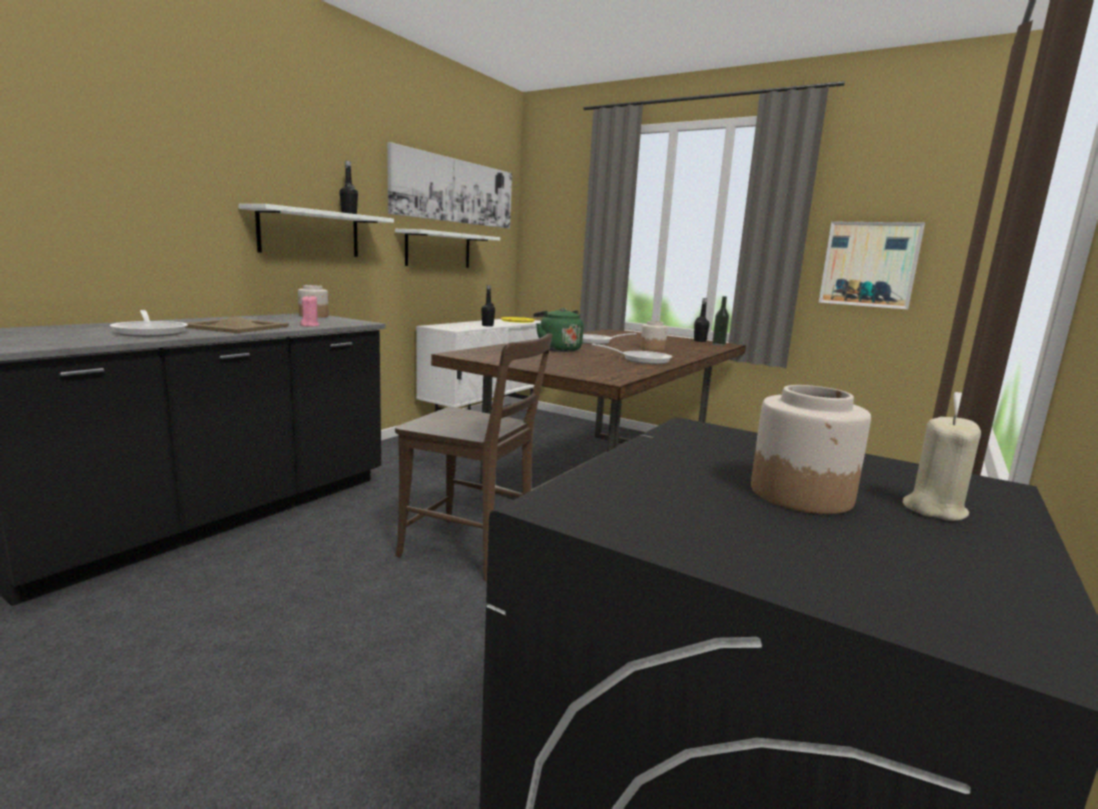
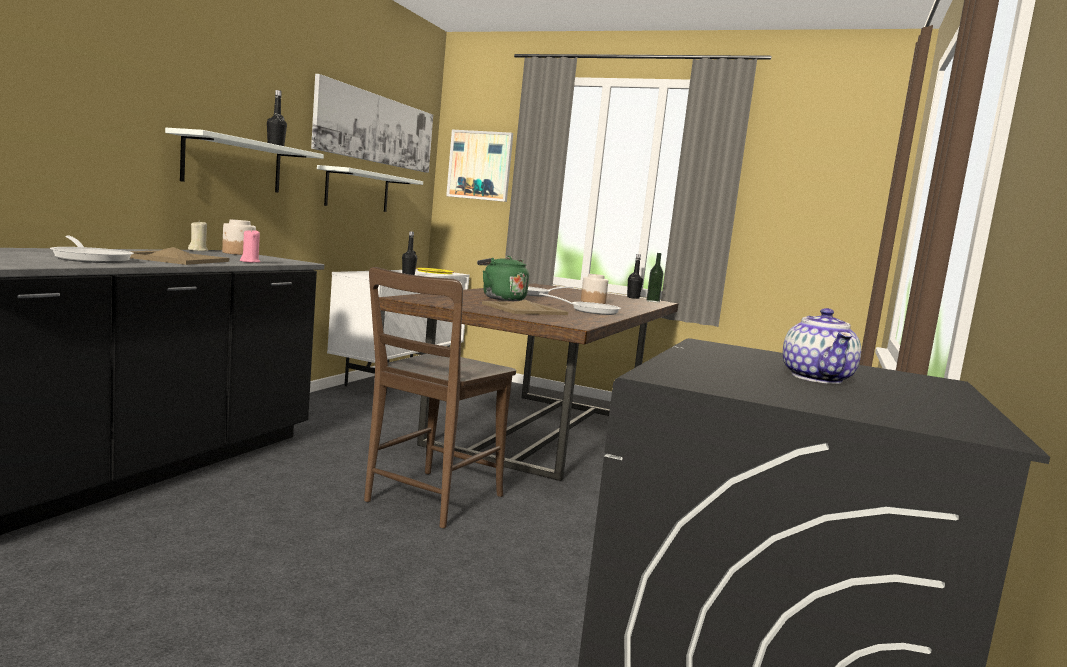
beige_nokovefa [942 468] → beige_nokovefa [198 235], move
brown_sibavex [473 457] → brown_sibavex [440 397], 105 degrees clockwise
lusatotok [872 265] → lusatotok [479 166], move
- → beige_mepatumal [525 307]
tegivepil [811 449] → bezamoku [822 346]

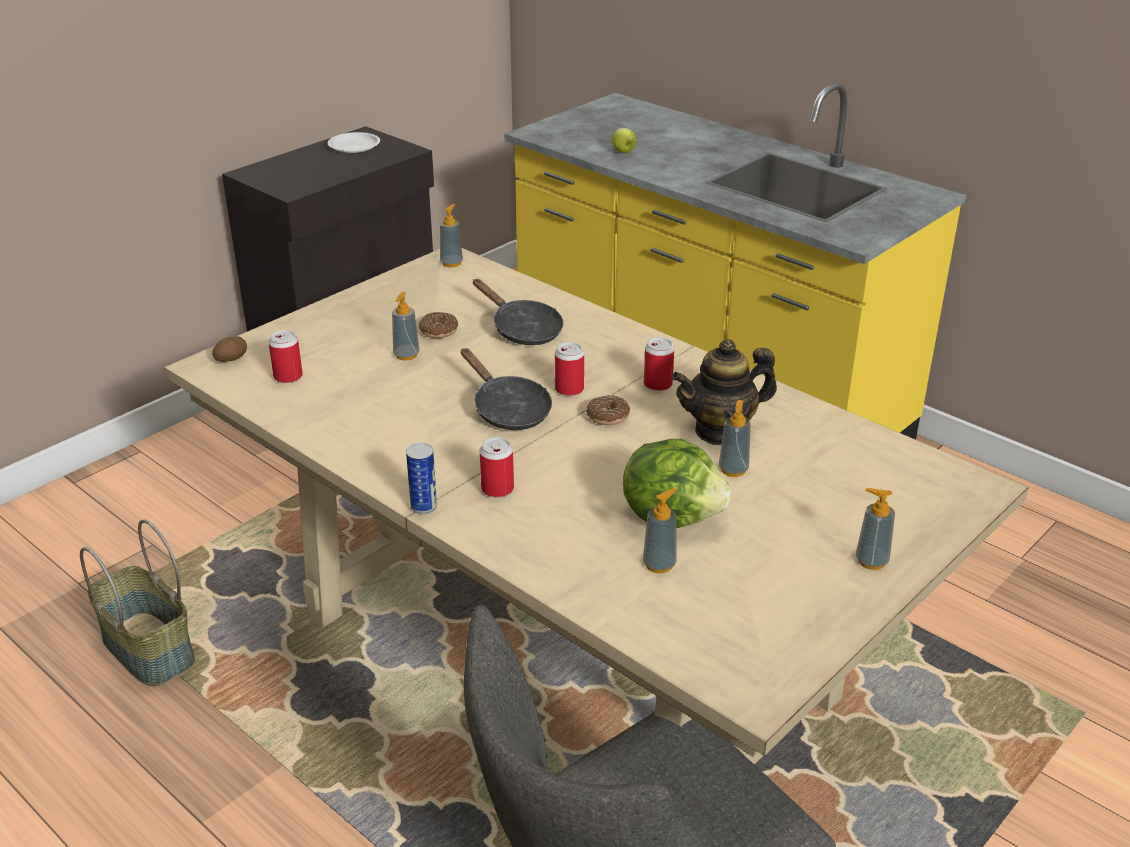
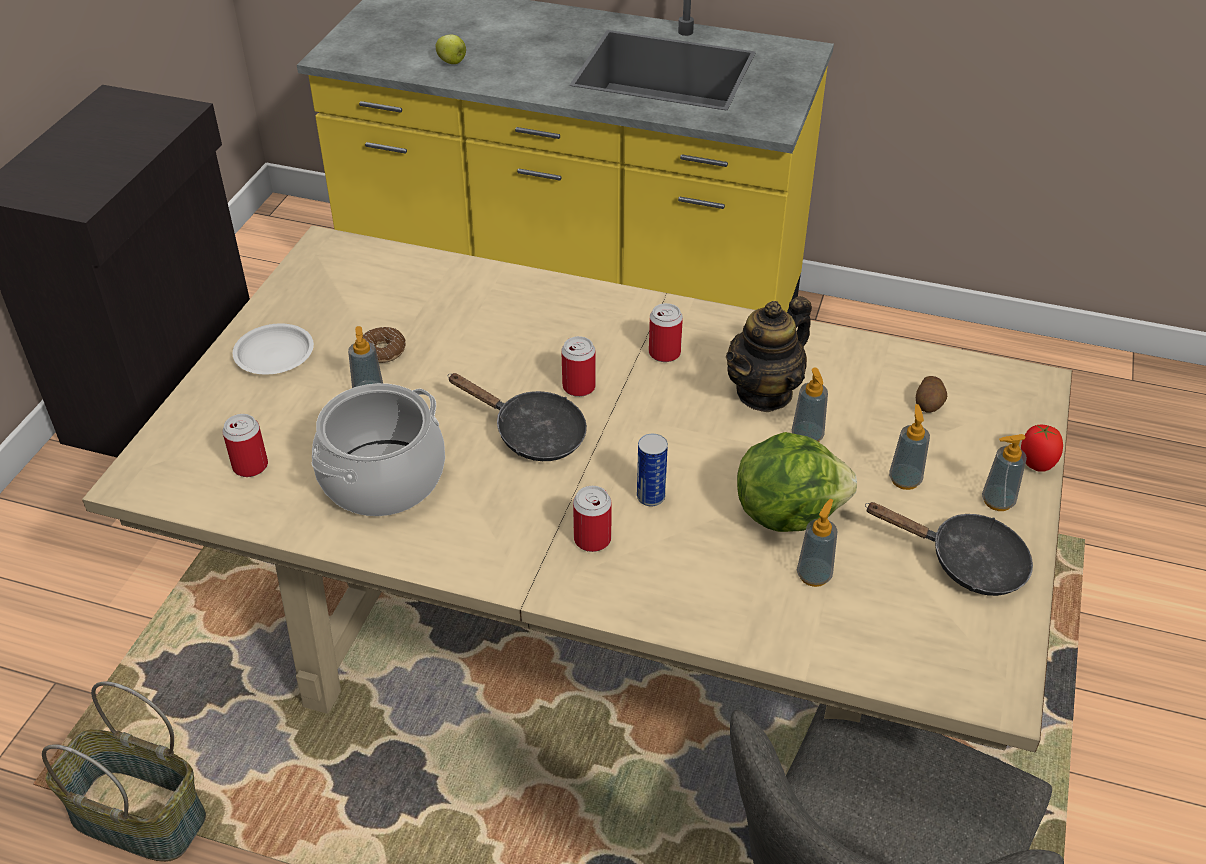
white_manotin [354 142] → white_manotin [273 348], move
- → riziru [378 449]
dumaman [421 478] → dumaman [652 470], move
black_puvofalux [518 312] → black_puvofalux [949 549], move
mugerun [451 235] → mugerun [909 447], move
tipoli [229 349] → tipoli [931 394], move
- → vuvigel [1042 448]
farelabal [608 410] → -

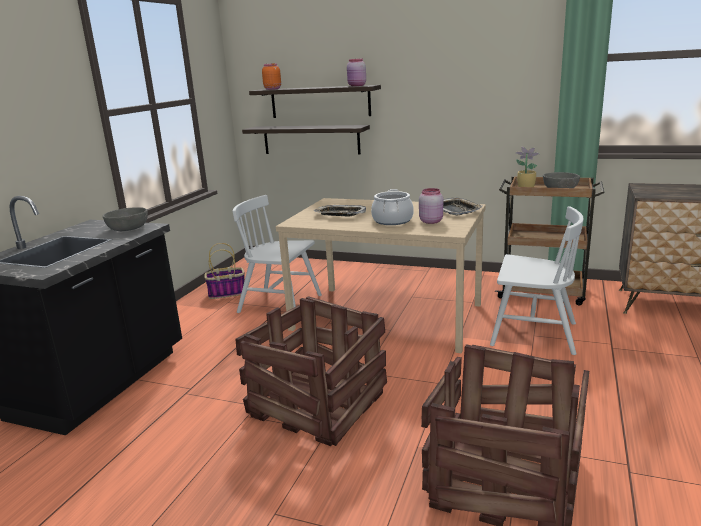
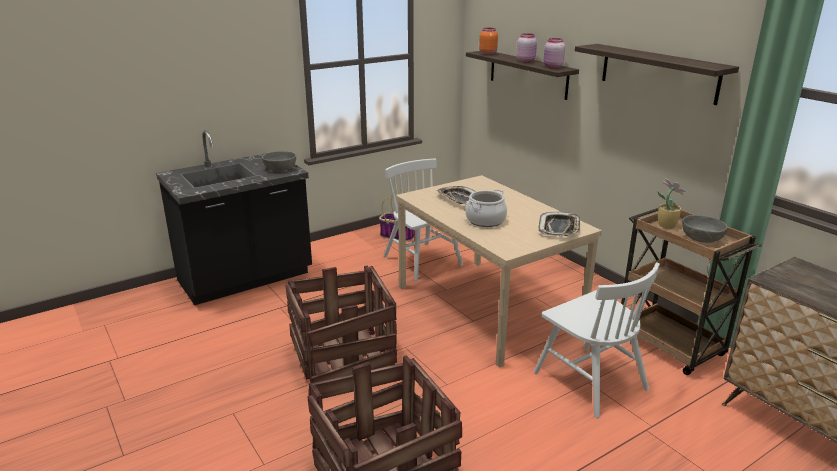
pink_tegivepil [431 206] → pink_tegivepil [526 47], move
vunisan [306 140] → vunisan [657 74], move

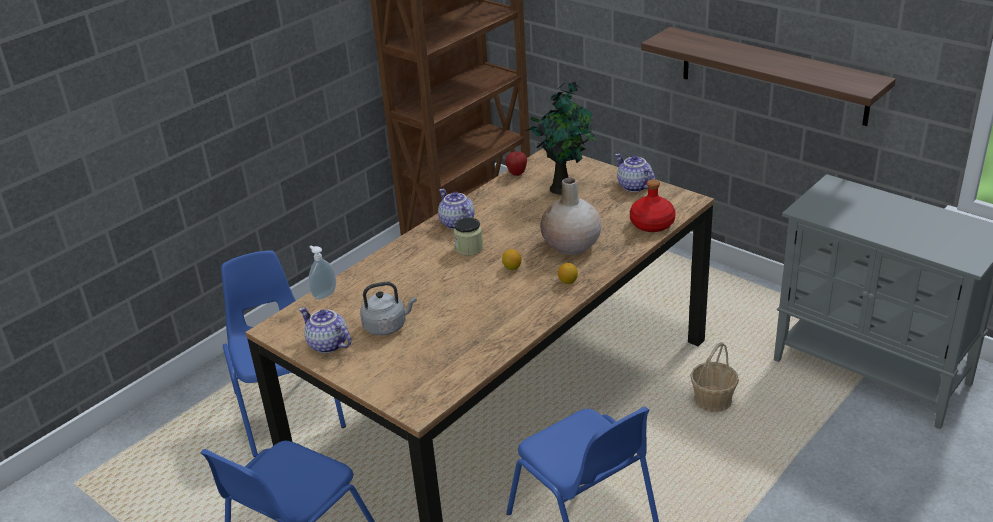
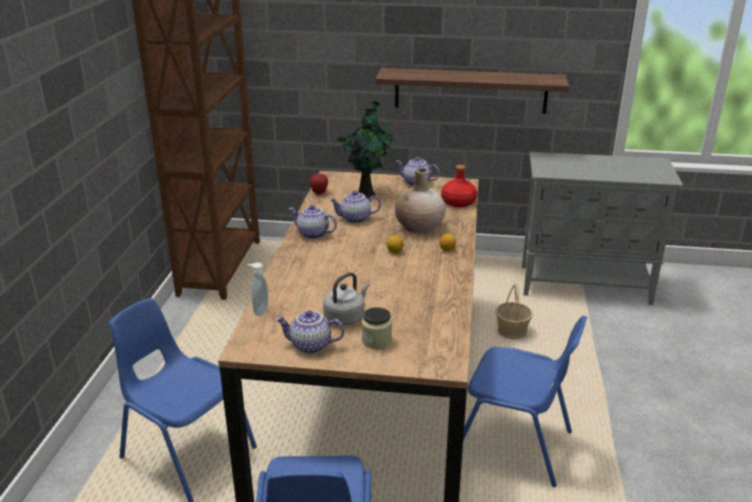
- → bezamoku [355 207]
tegivepil [468 236] → tegivepil [377 328], move

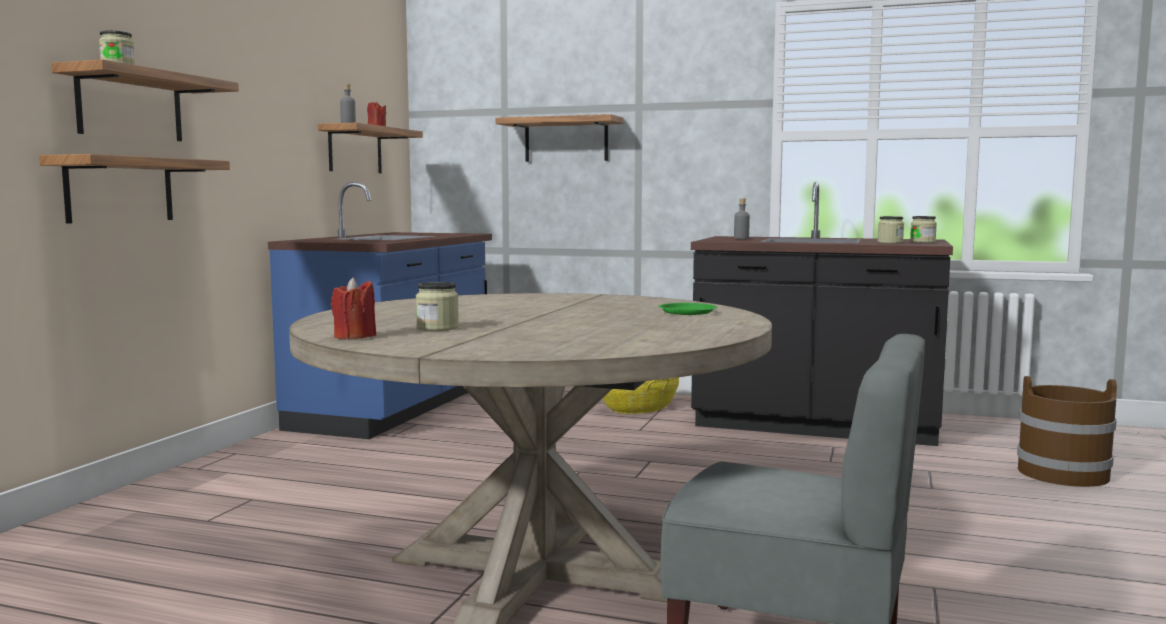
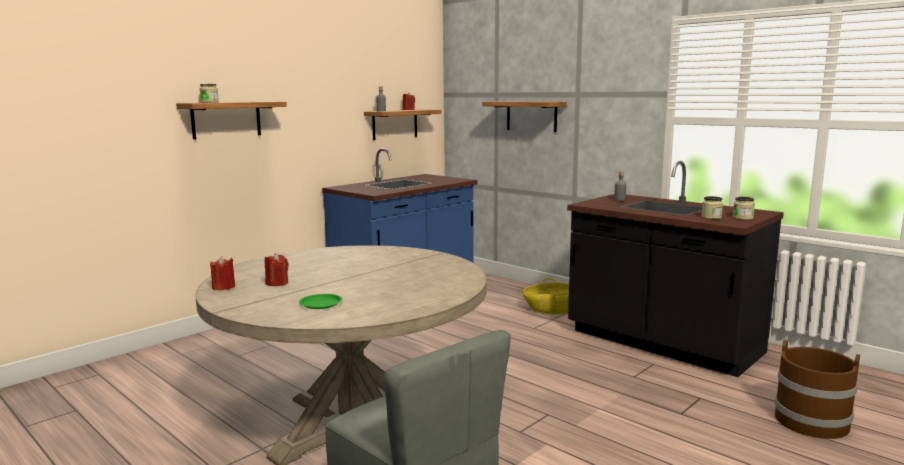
tegivepil [437 306] → red_nokovefa [277 269]
green_manotin [688 309] → green_manotin [320 301], move
vunisan [134 189] → -

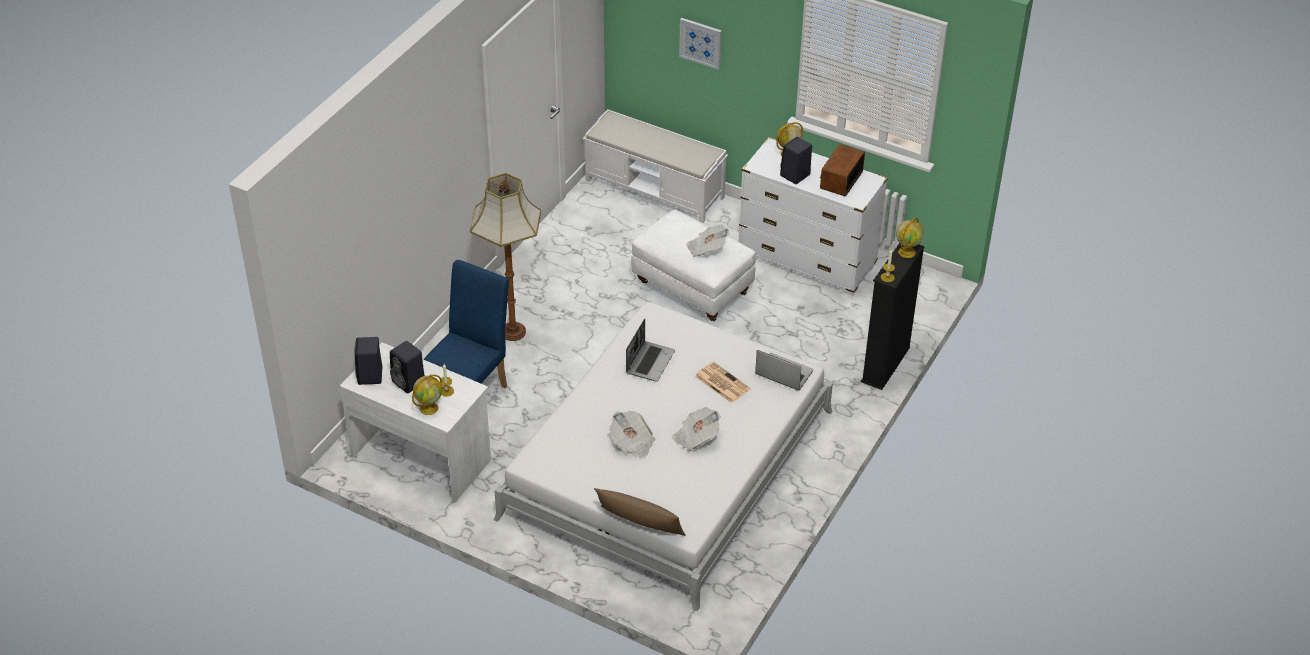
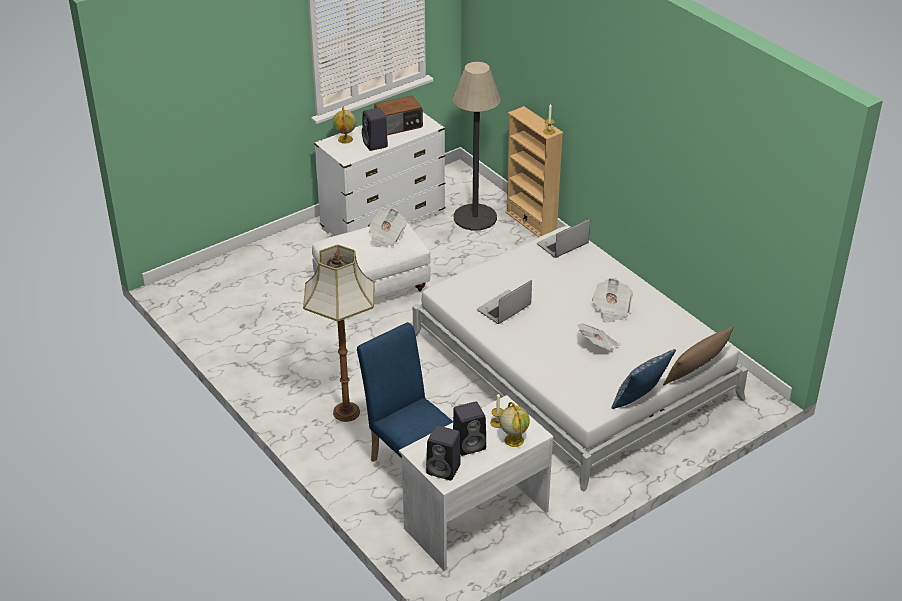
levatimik [842 170] → levatimik [398 115], 75 degrees counterclockwise
- → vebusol [477 146]
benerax [650 350] → benerax [504 302], 90 degrees counterclockwise
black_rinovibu [893 316] → beige_rinovibu [534 171]
- → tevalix [643 379]
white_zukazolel [655 166] → -
lusatotok [700 44] → -
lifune [723 382] → -
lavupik [910 238] → -

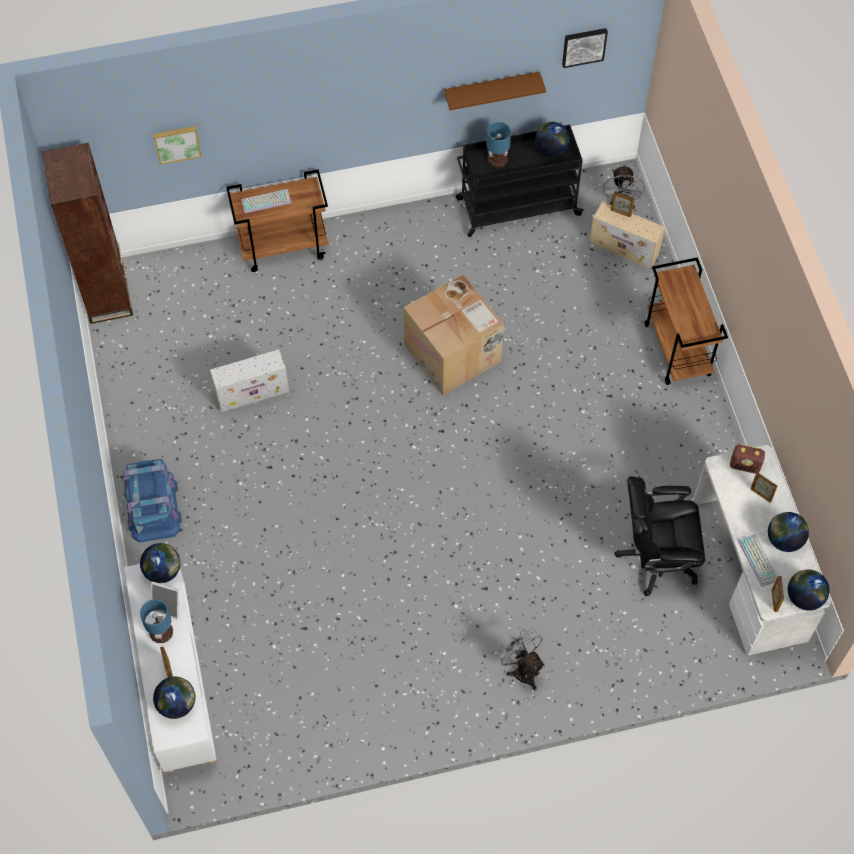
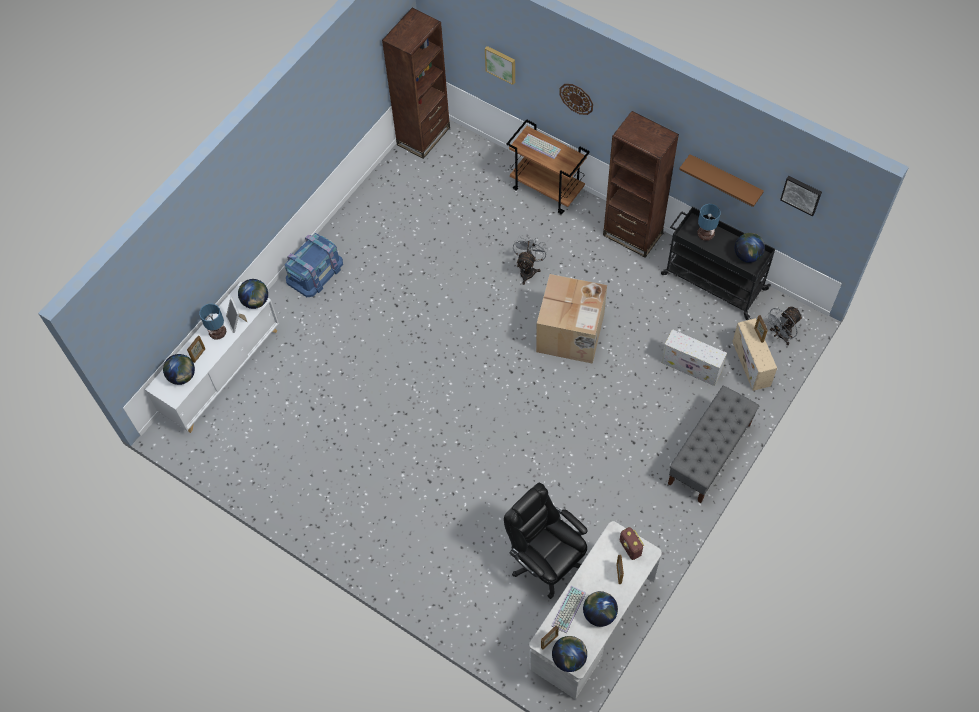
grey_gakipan [520 659] → grey_gakipan [530 260], move
- → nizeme [576 99]
- → brown_rinovibu [641 184]
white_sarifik [249 380] → white_sarifik [694 357], move
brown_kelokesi [686 321] → grey_zukazolel [713 444]

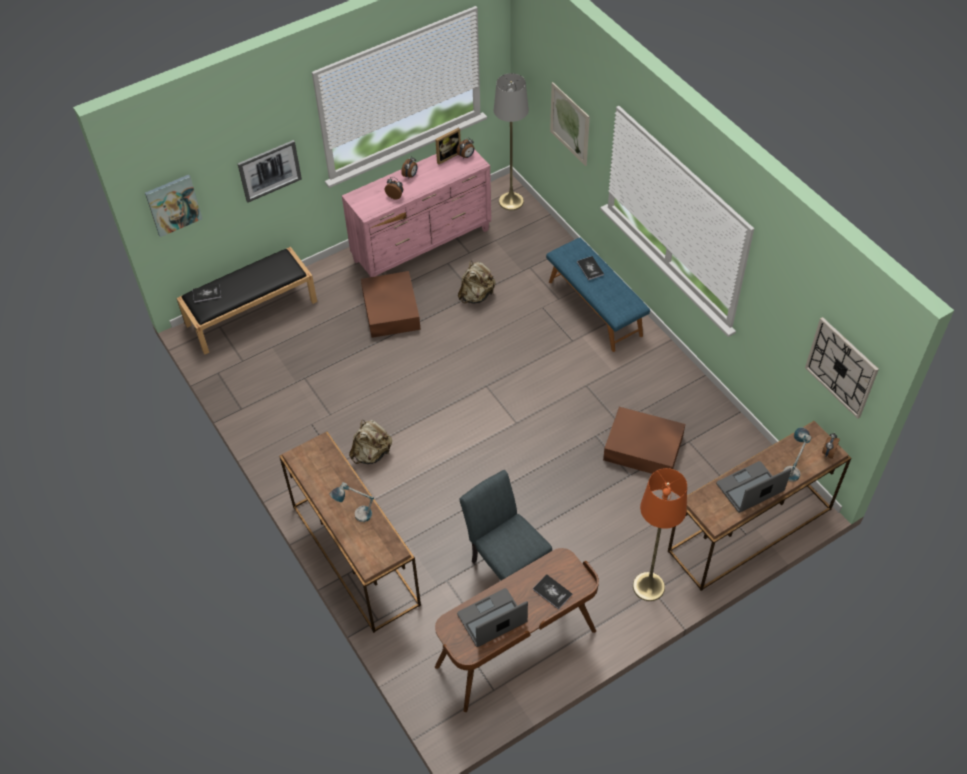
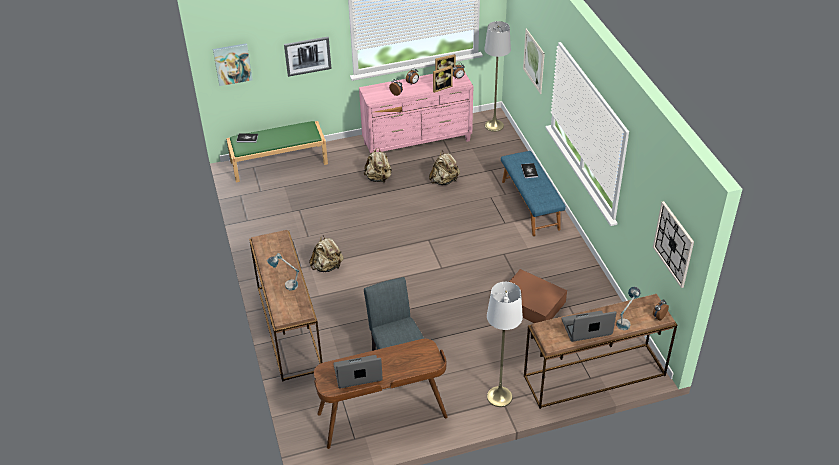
black_zukazolel [246 301] → green_zukazolel [277 151]
brown_sarifik [391 304] → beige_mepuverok [378 165]
- → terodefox [443 79]
orange_vebusol [660 534] → white_vebusol [505 344]
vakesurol [552 592] → -

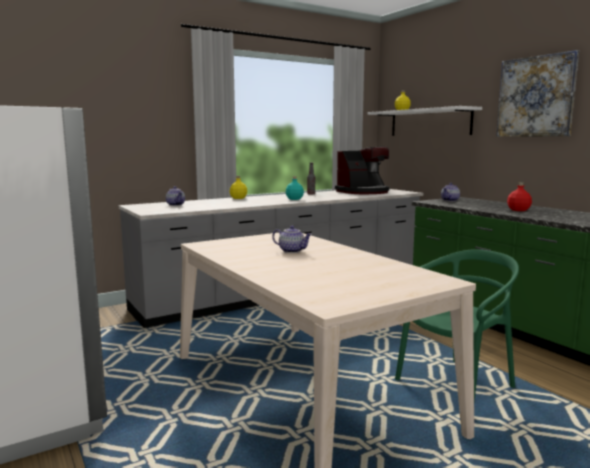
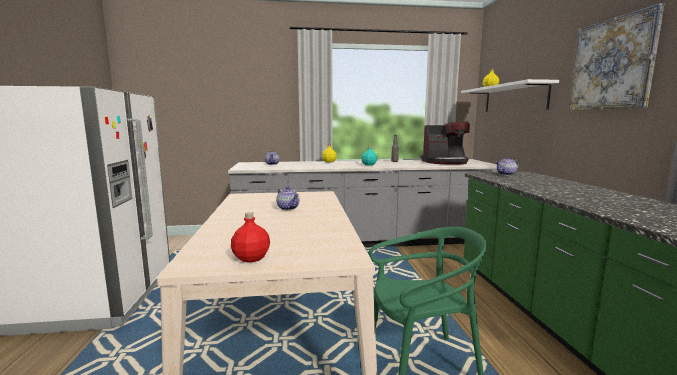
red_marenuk [519 196] → red_marenuk [250 237], move

